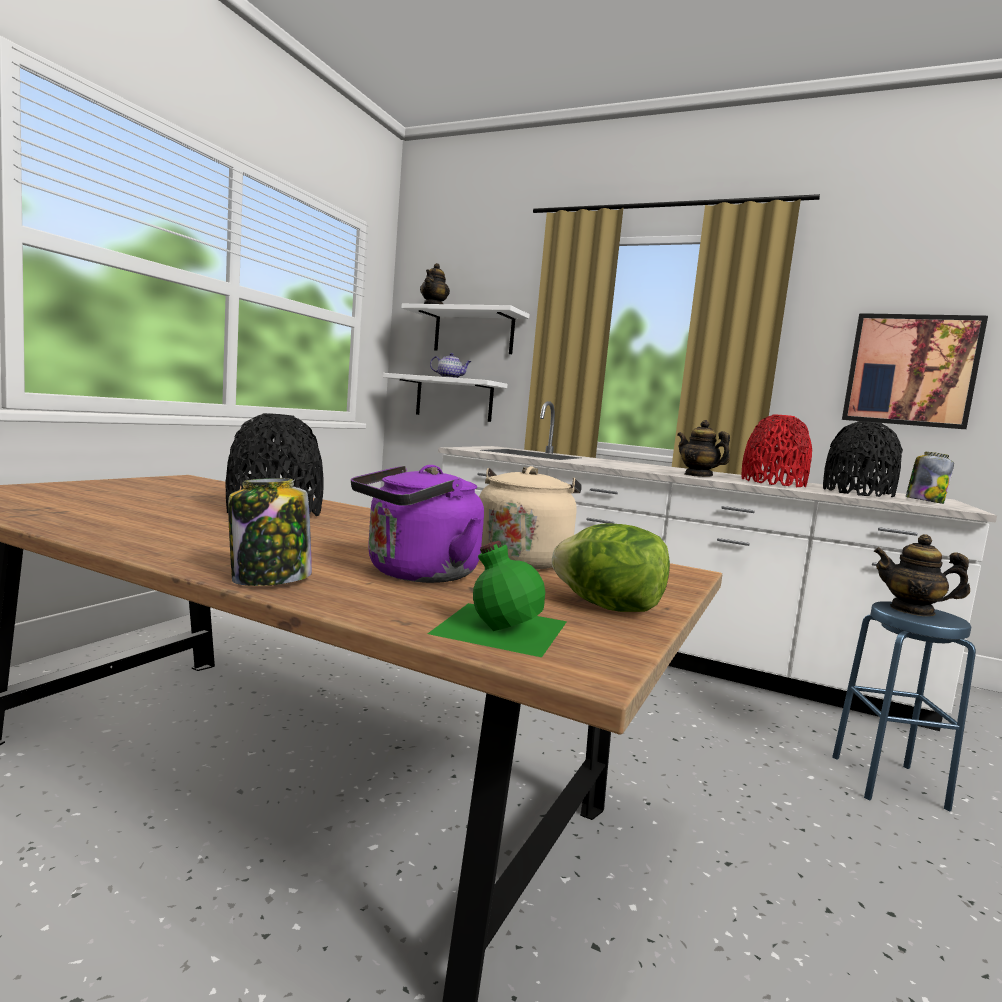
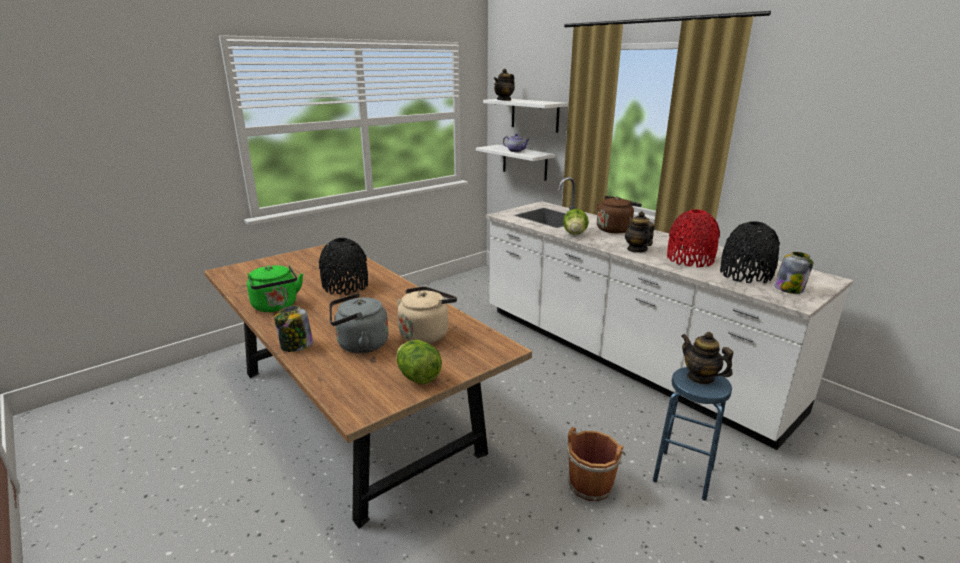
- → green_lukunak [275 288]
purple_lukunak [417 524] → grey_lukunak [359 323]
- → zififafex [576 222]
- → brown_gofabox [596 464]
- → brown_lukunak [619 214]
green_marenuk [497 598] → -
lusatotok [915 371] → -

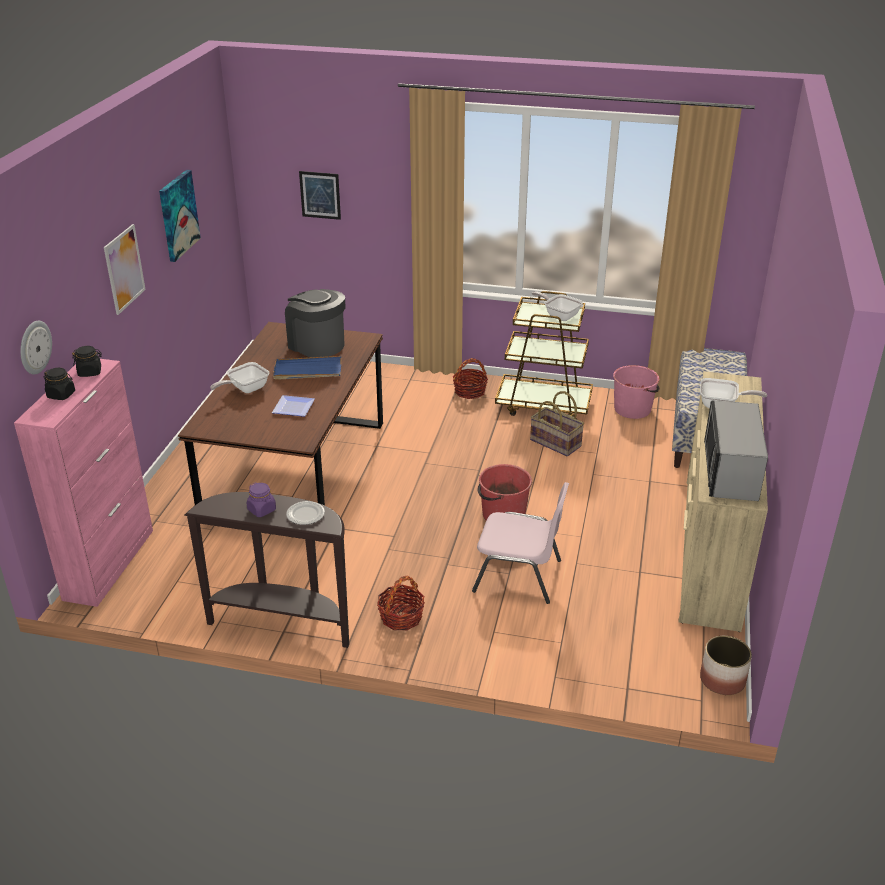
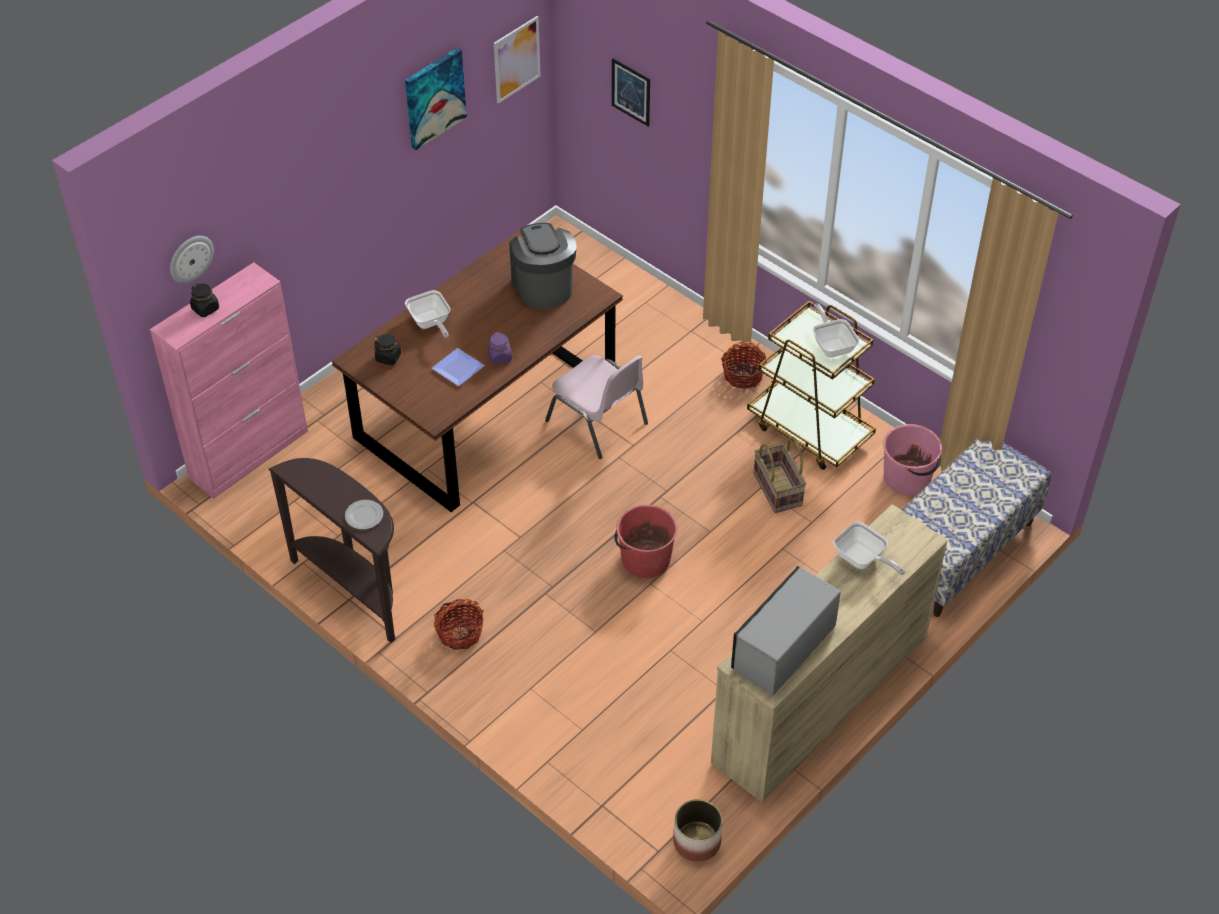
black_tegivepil [87 361] → black_tegivepil [387 349], move
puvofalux [239 377] → puvofalux [427 314], 105 degrees counterclockwise
purple_tegivepil [261 499] → purple_tegivepil [500 348], move
lusatotok [125 269] → lusatotok [517 60], move
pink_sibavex [520 543] → pink_sibavex [596 407], move
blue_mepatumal [307 368] → -

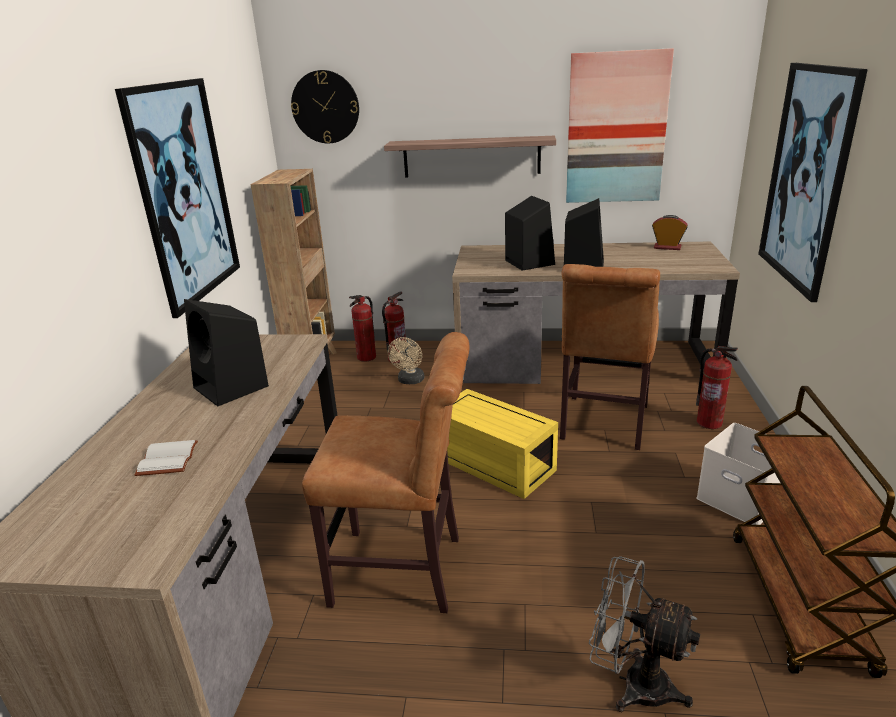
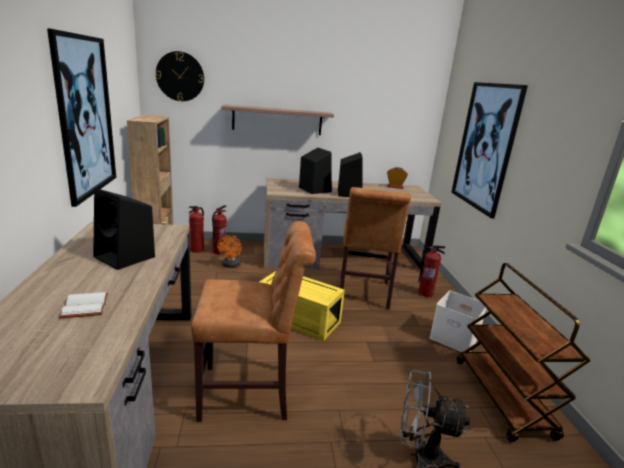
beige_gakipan [406 360] → orange_gakipan [229 251]
lusatotok [620 125] → -

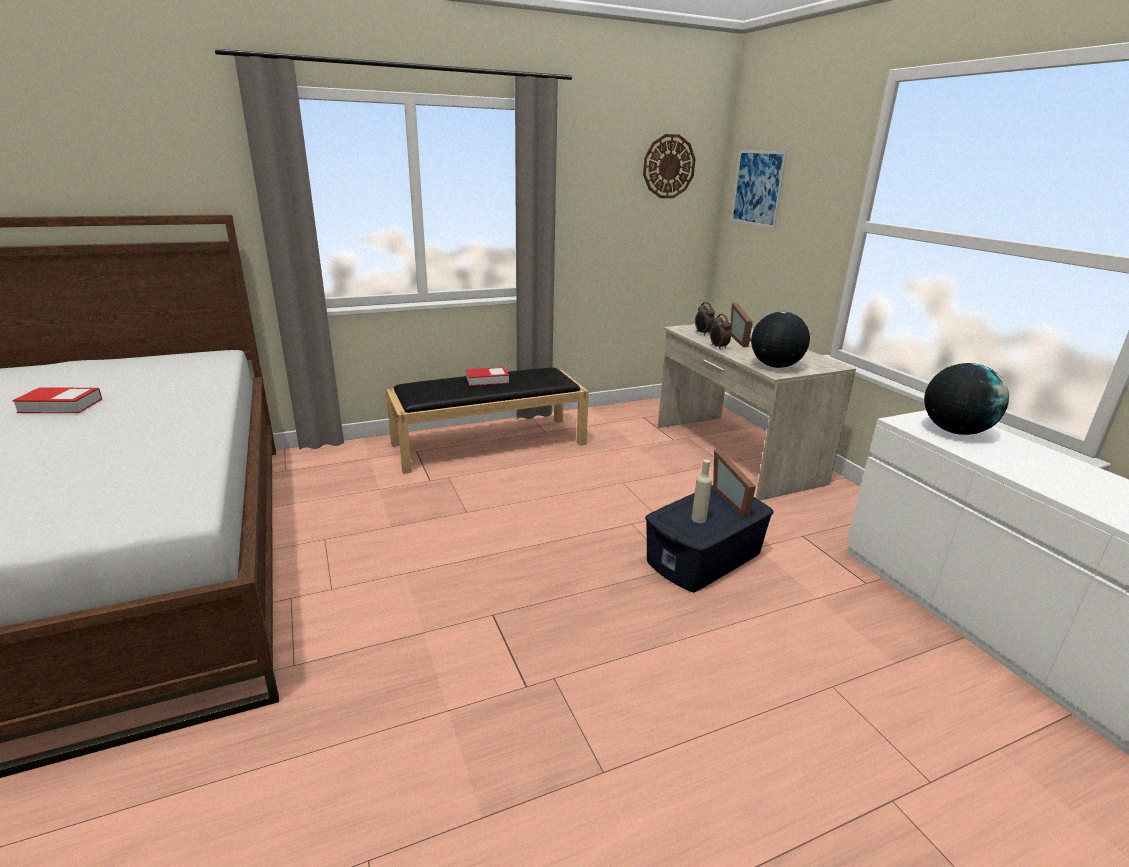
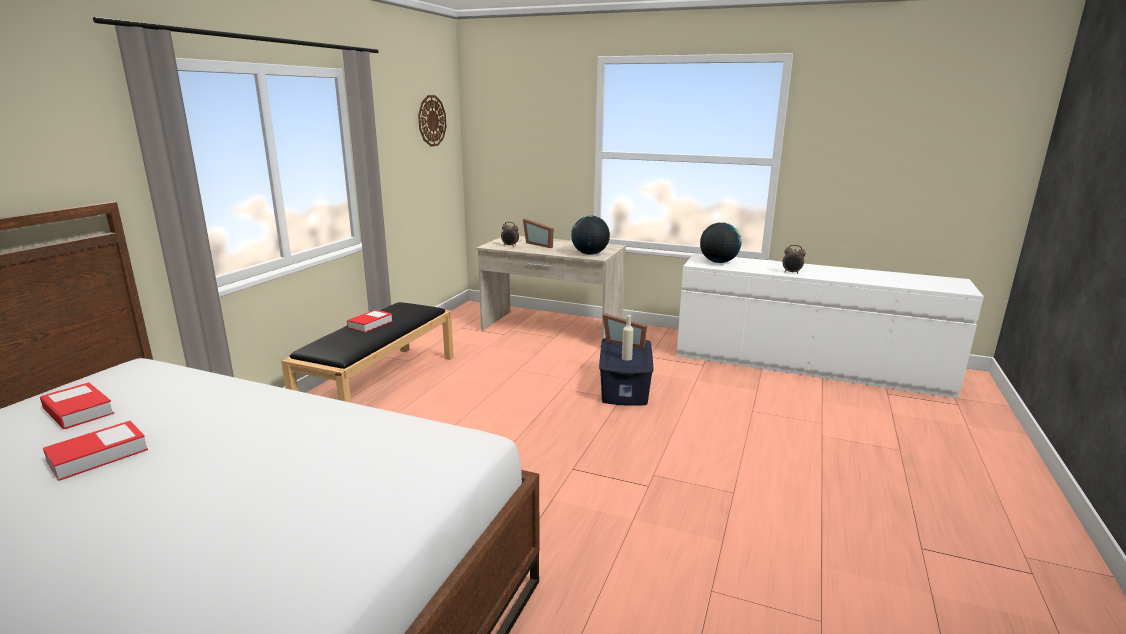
- → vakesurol [77 405]
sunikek [720 332] → sunikek [794 259], move
lusatotok [759 189] → -

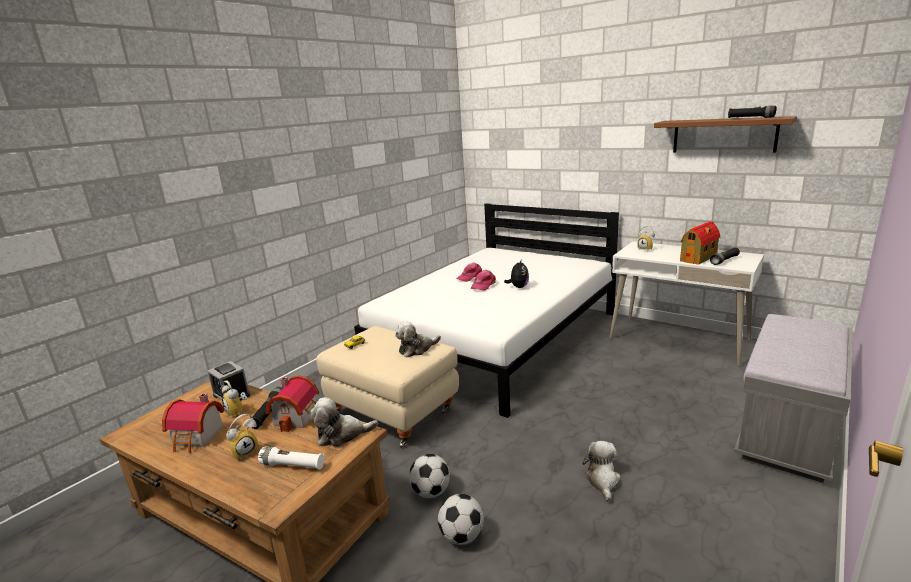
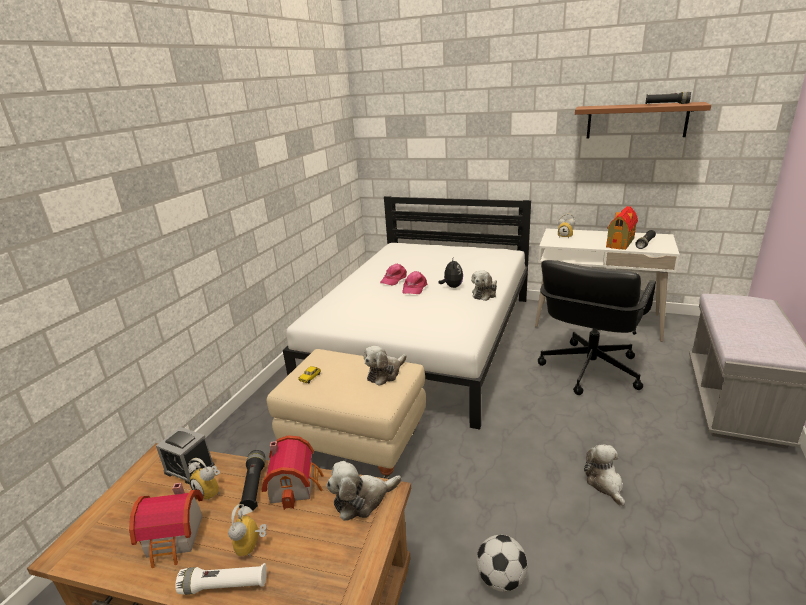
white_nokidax [291 458] → white_nokidax [221 579], move
sunikek [242 437] → sunikek [247 531], 150 degrees clockwise
- → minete [484 285]
- → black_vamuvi [597 327]
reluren [429 476] → -

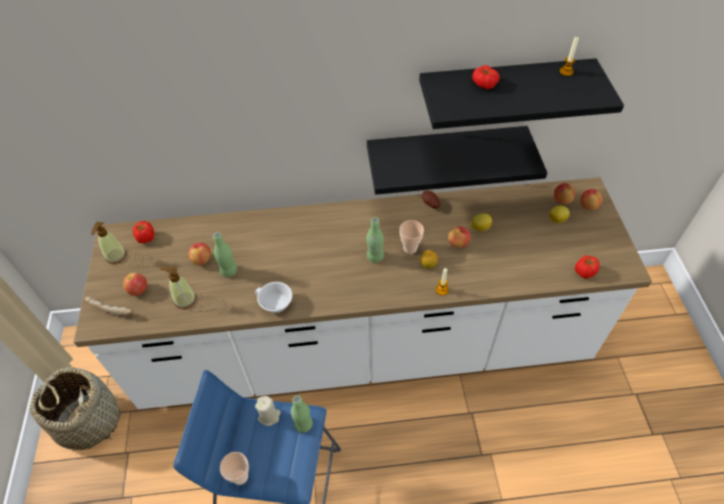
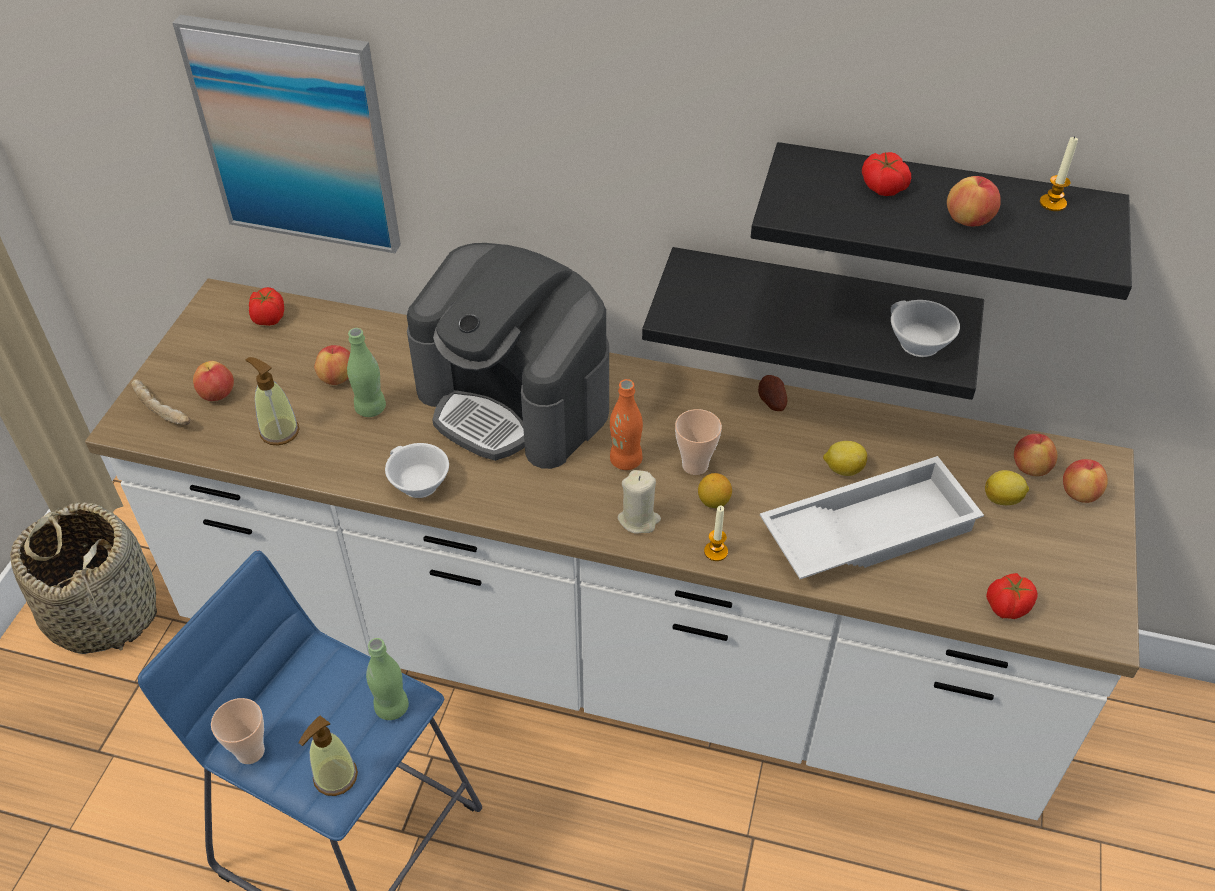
- → lusatotok [287 134]
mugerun [108 242] → mugerun [328 756], move
- → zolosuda [508 356]
green_marenuk [375 240] → orange_marenuk [626 424]
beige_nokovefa [268 411] → beige_nokovefa [639 502], move
- → white_mepatumal [872 517]
- → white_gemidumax [925 328]
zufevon [459 237] → zufevon [974 201], move

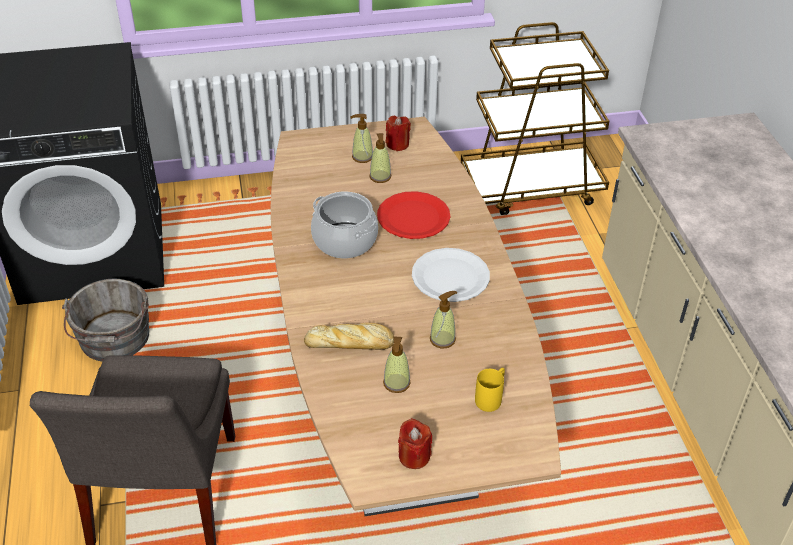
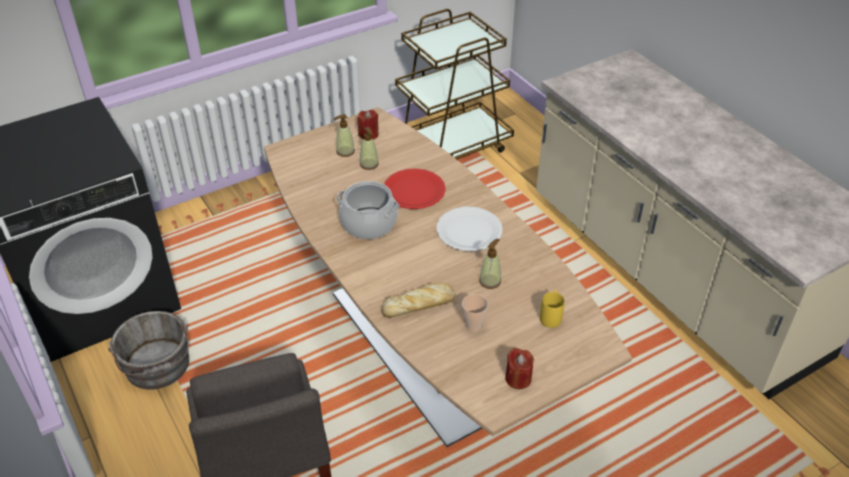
mugerun [397 364] → gemidumax [475 313]

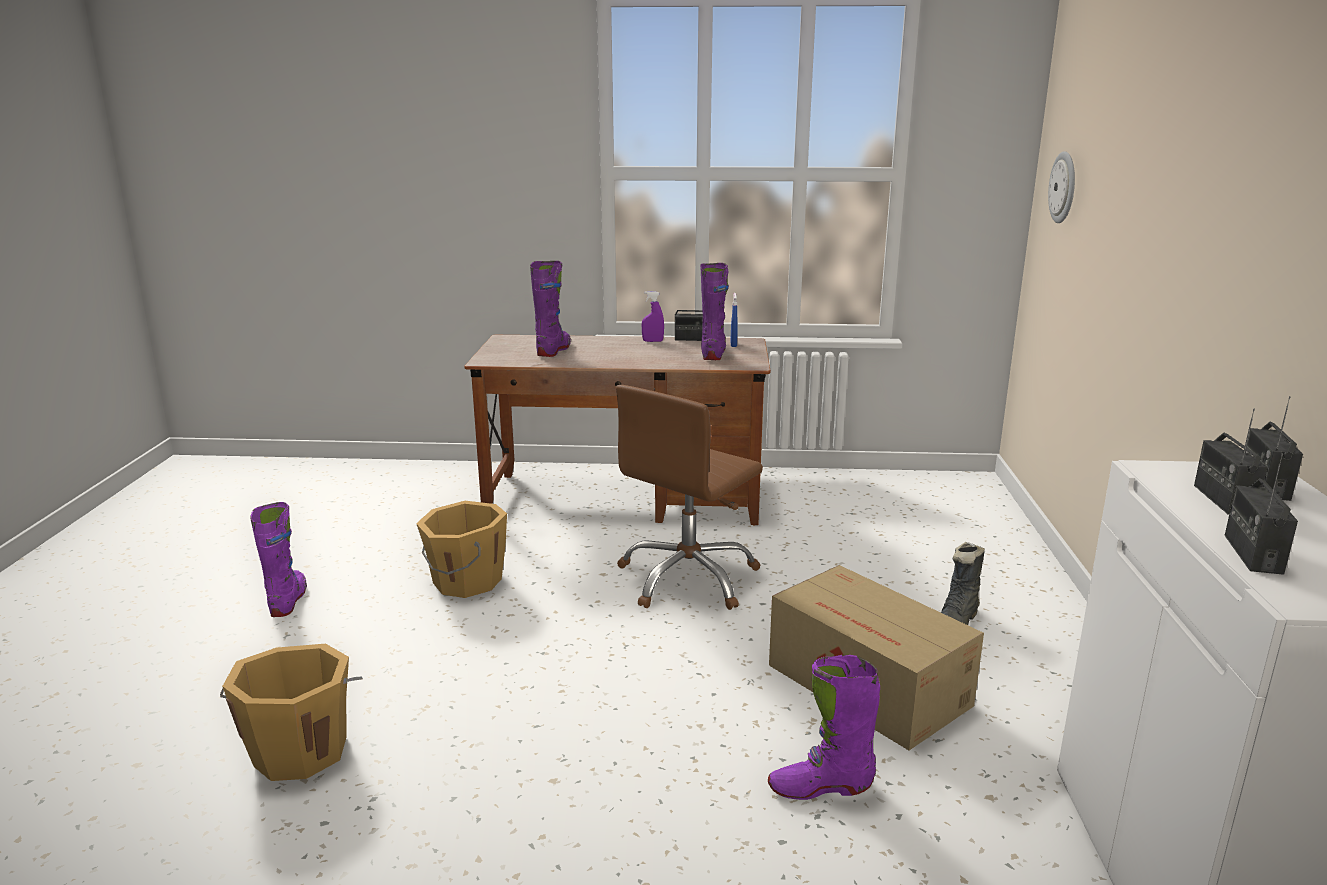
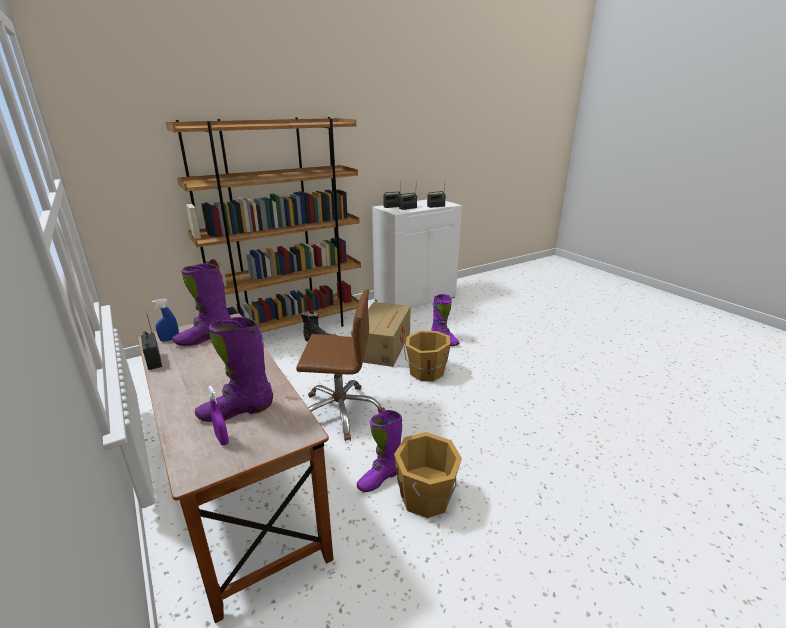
- → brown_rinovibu [263 225]
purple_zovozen [653 316] → purple_zovozen [218 415], move
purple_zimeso [278 559] → purple_zimeso [379 451], move
orange_gofabox [291 712] → orange_gofabox [427 355], move
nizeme [1061 187] → -

